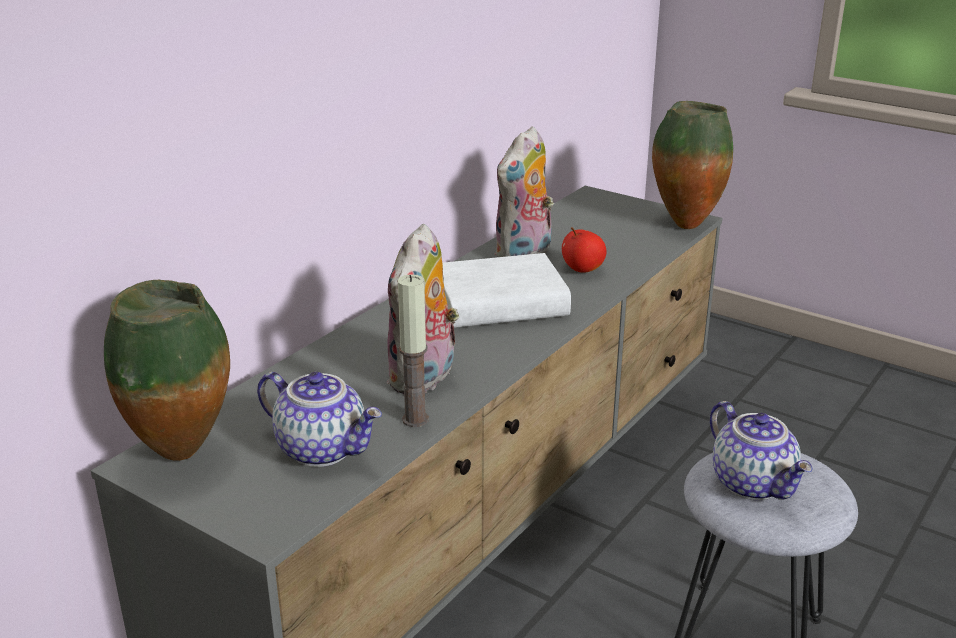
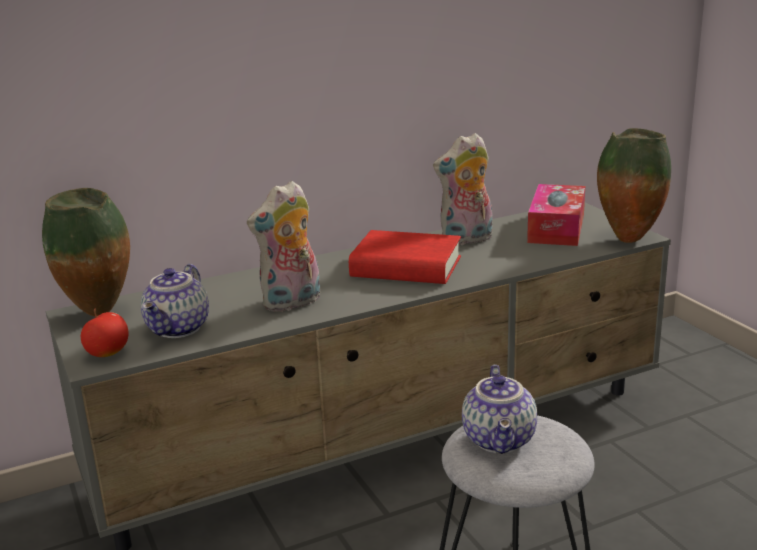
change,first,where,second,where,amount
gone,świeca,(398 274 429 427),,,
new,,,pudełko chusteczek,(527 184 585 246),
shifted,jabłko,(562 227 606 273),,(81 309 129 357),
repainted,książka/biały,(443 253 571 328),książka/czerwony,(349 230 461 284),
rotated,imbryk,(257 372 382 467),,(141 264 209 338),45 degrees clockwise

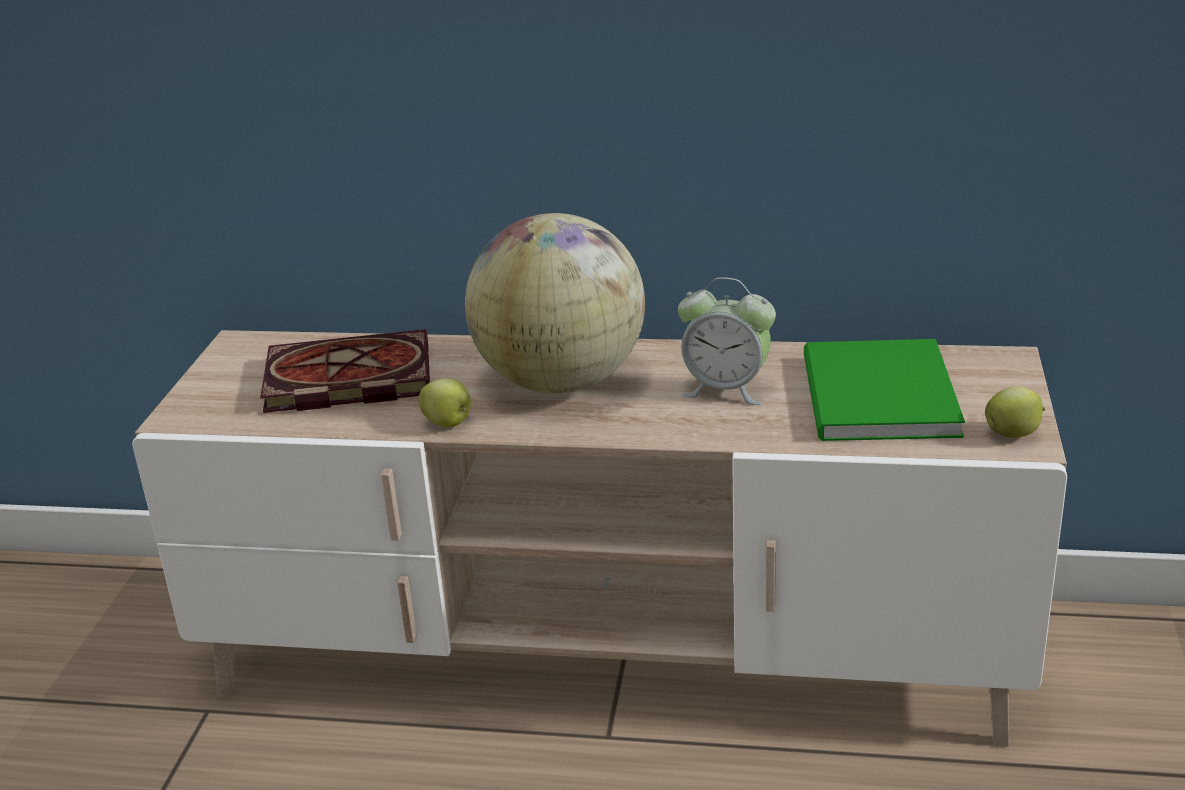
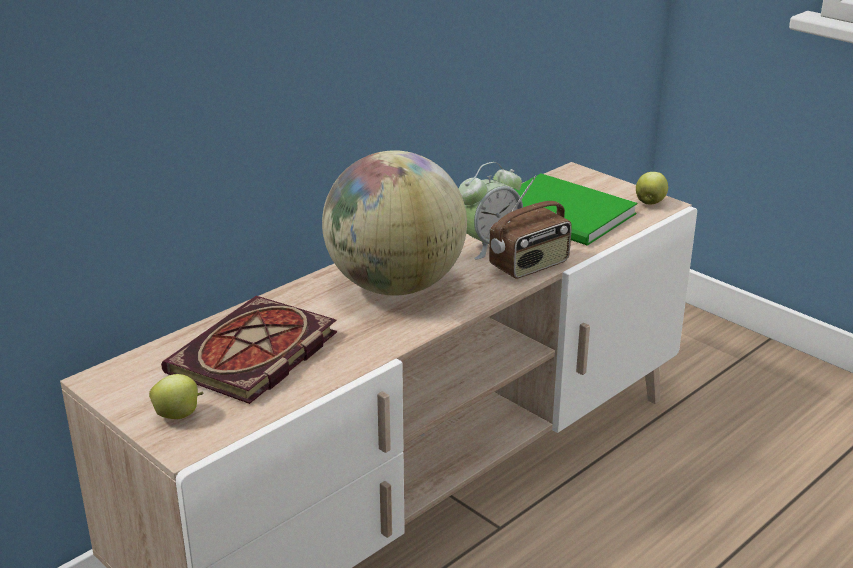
change,first,where,second,where,amount
new,,,radio,(489 175 572 279),
shifted,jabłko,(418 378 471 427),,(149 374 203 419),

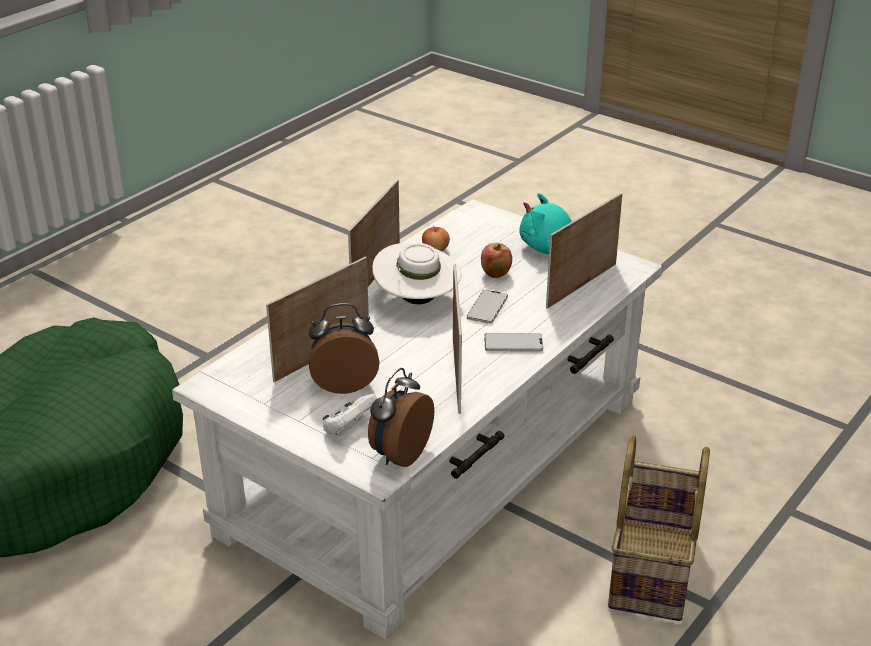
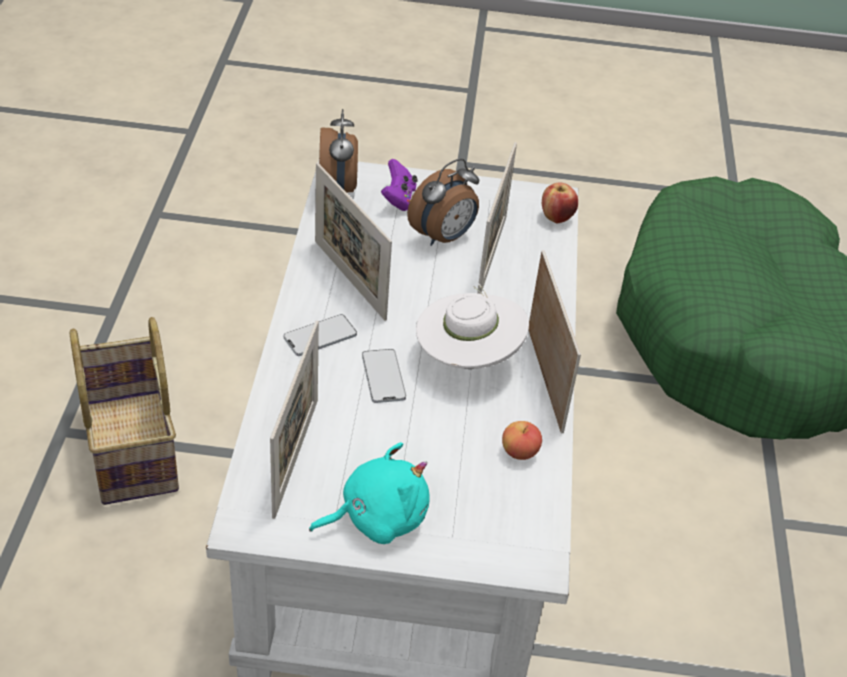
change,first,where,second,where,amount
shifted,jabłko,(481 243 512 278),,(542 182 578 223),
repainted,pad do gier/biały,(323 394 377 435),pad do gier/fioletowy,(381 159 418 211),

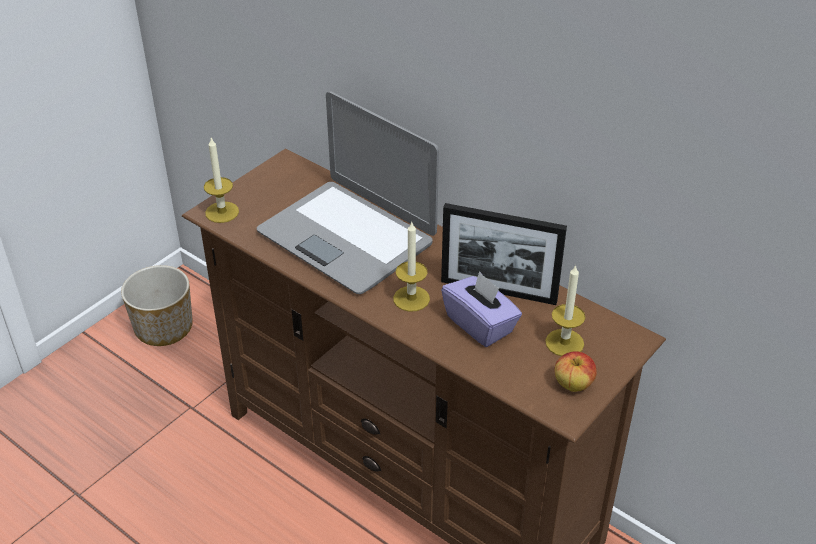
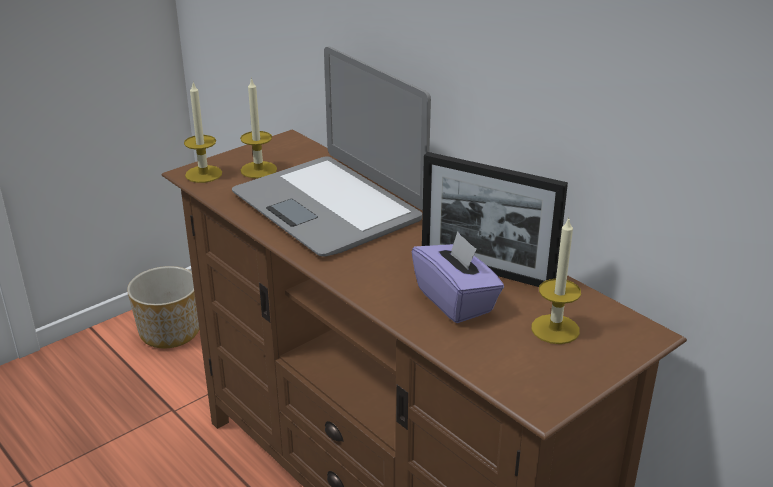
change,first,where,second,where,amount
gone,jabłko,(555 351 597 392),,,
shifted,świeca,(393 222 430 312),,(240 77 277 178),

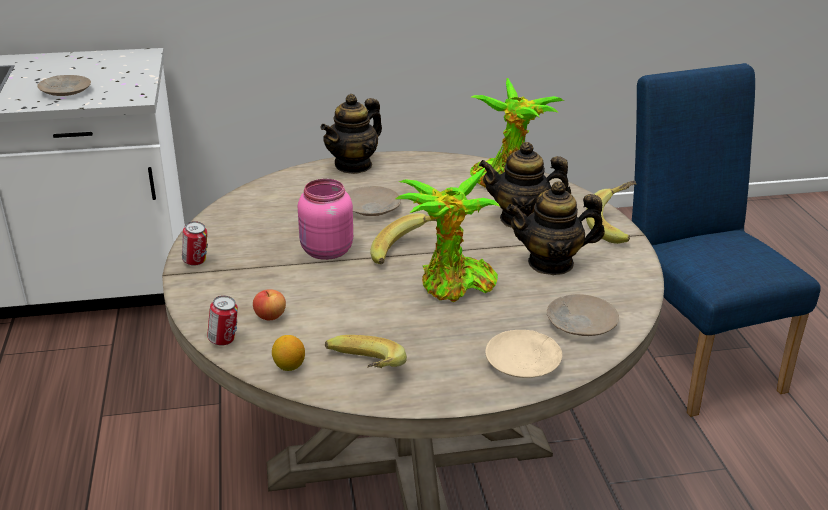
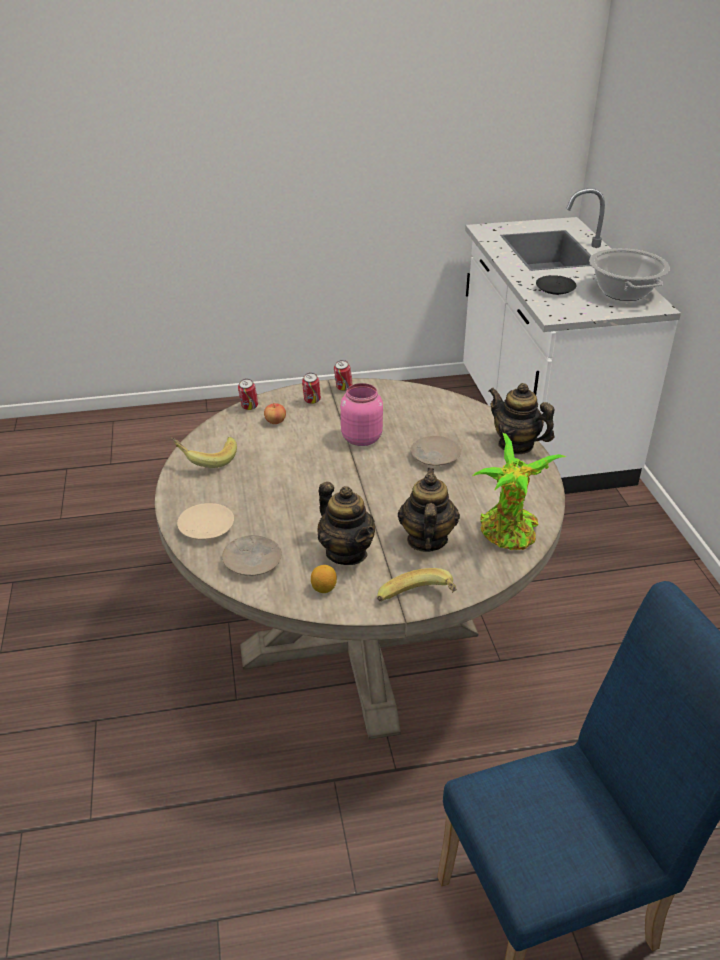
change,first,where,second,where,amount
gone,banan,(371 213 437 264),,,
gone,roślina doniczkowa,(395 168 500 302),,,
new,,,puszka,(302 373 321 404),
new,,,garnek,(589 248 670 301),
shifted,cytryna,(272 335 305 371),,(311 565 337 593),
repainted,talerz/beżowy,(37 75 91 96),talerz/czarny,(536 275 577 295),
rotated,imbryk,(506 181 605 275),,(317 482 375 565),150 degrees clockwise

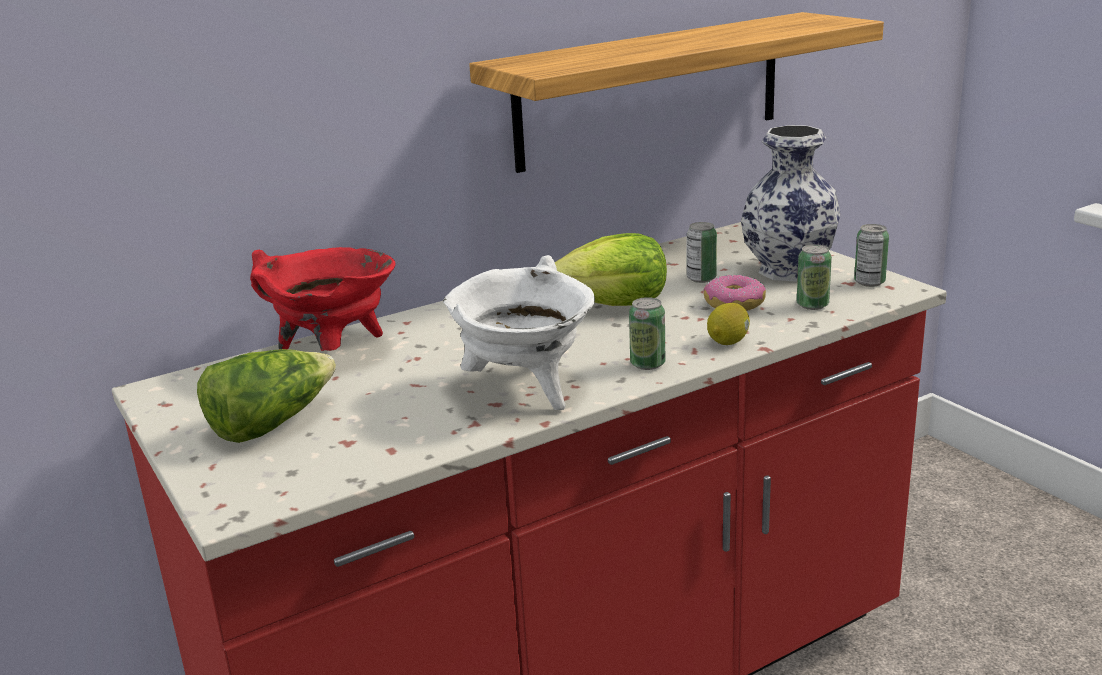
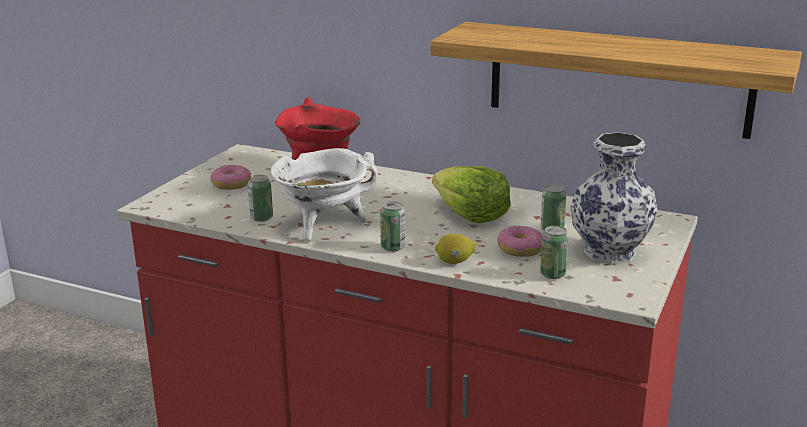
change,first,where,second,where,amount
shifted,puszka,(854 224 889 287),,(248 175 273 222),
swapped,sałata,(197 349 336 443),donut,(210 165 251 190),

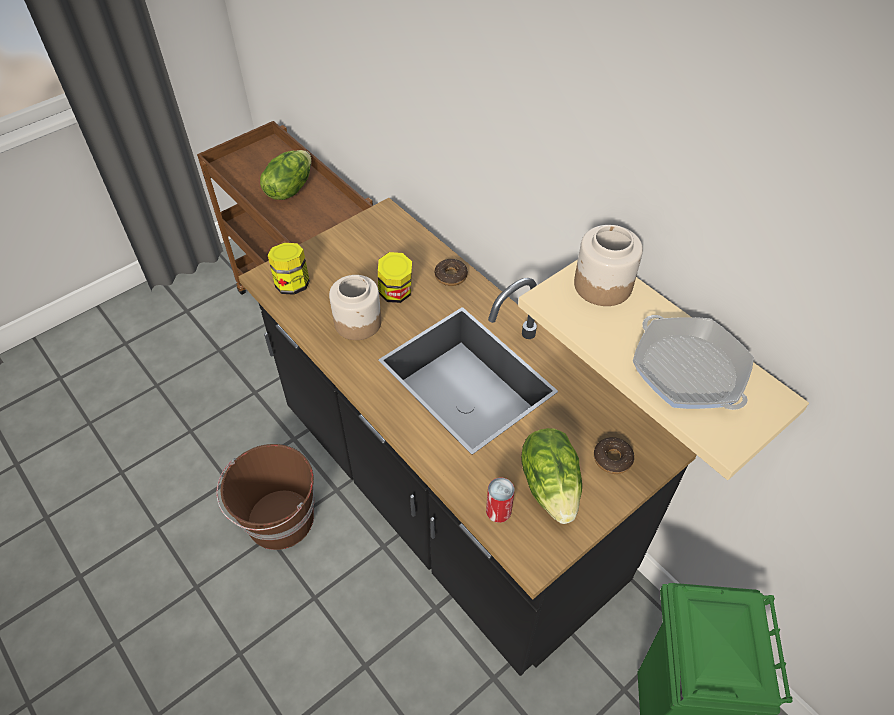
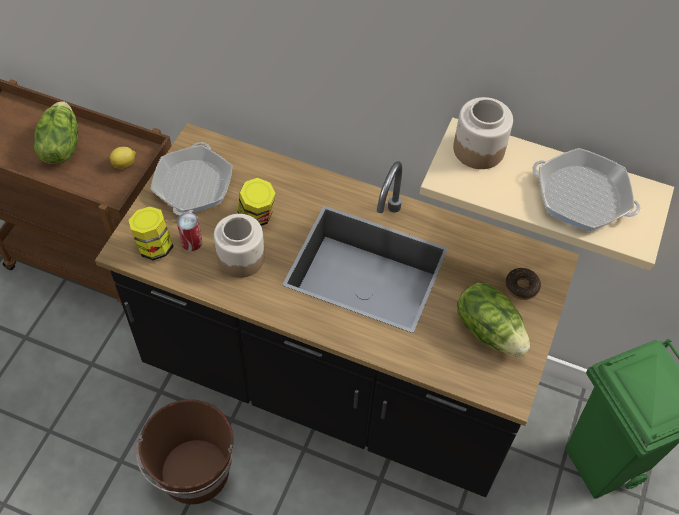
change,first,where,second,where,amount
gone,donut,(435 259 468 286),,,
new,,,cytryna,(110 147 136 169),
new,,,patelnia,(151 142 232 215),
shifted,puszka,(486 478 514 523),,(177 212 202 251),

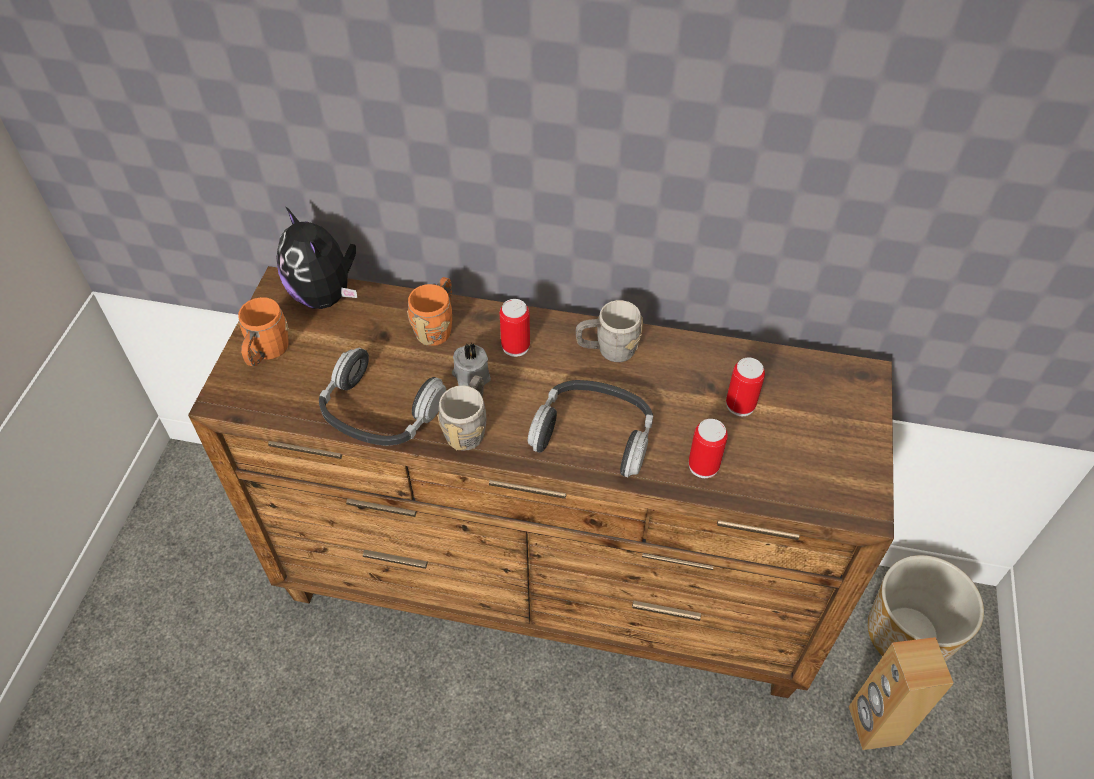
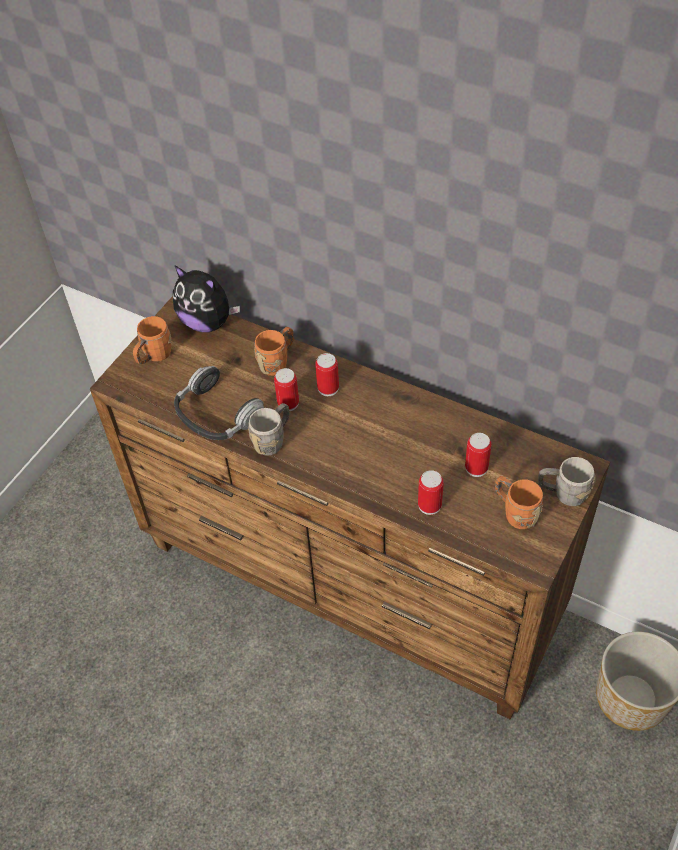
change,first,where,second,where,amount
gone,słuchawki,(528 380 653 478),,,
gone,głośnik/brązowy,(849 637 954 750),,,
new,,,kubek/pomarańczowy,(495 476 543 529),
shifted,kubek/szary,(576 300 643 362),,(538 457 596 506),
swapped,świeca/szary,(452 342 491 386),puszka,(274 368 299 411),
rotated,pluszak,(276 206 357 309),,(173 265 240 332),45 degrees counterclockwise

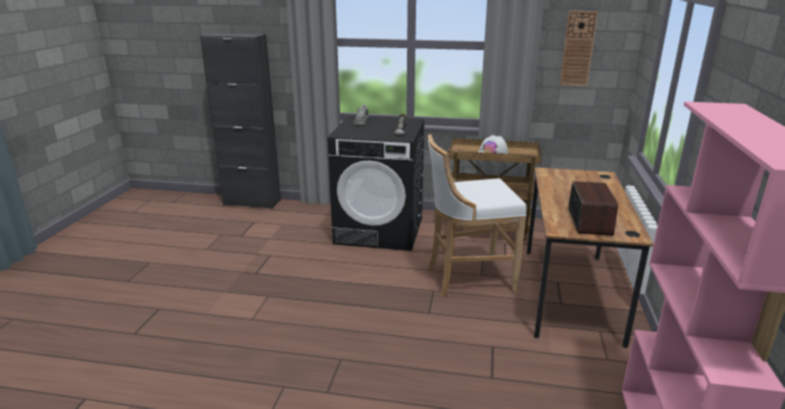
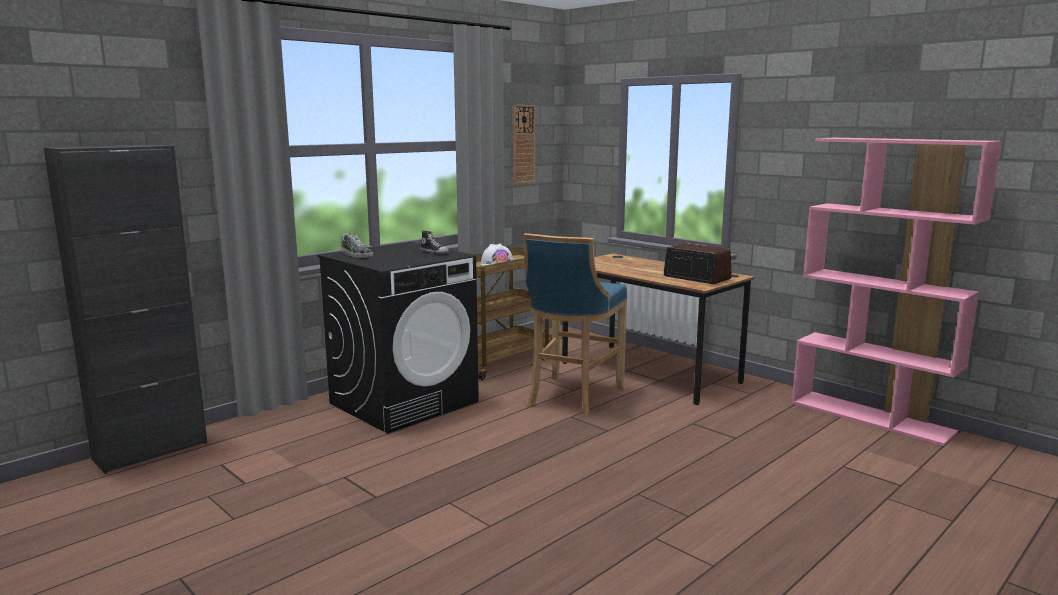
change,first,where,second,where,amount
repainted,stołek/biały,(428 134 527 297),stołek/niebieski,(523 233 627 416),

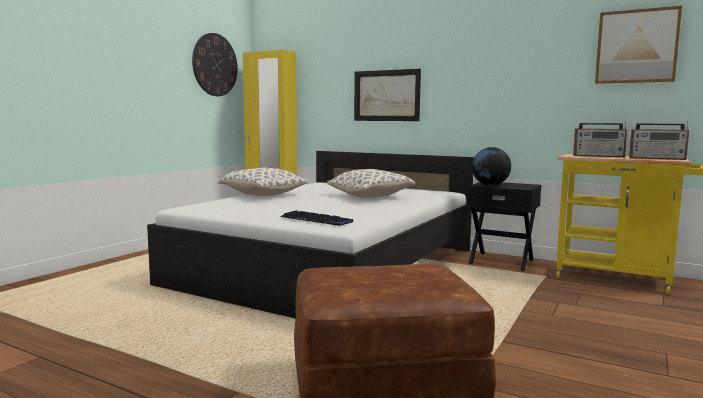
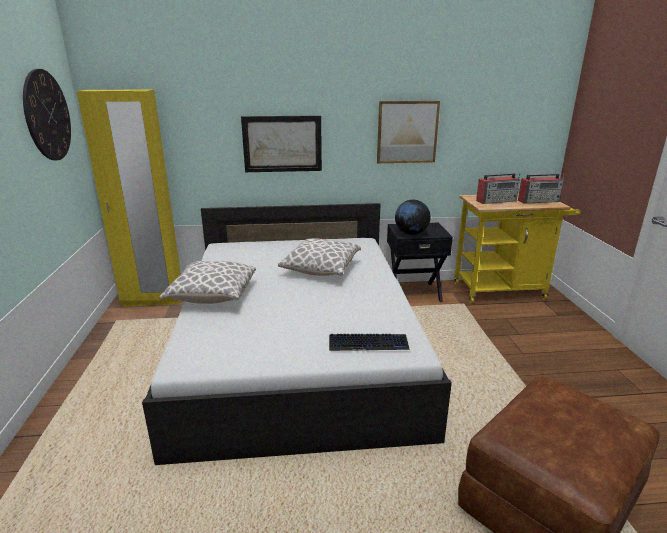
change,first,where,second,where,amount
shifted,obraz,(595 6 682 84),,(377 101 440 163),

